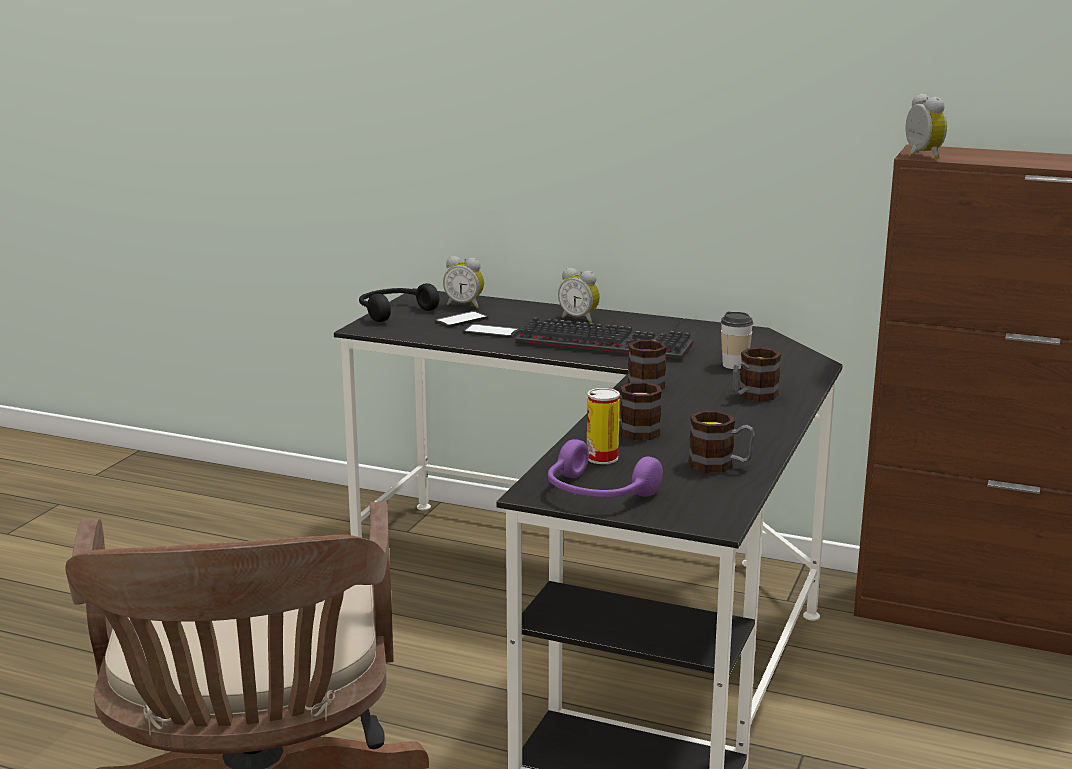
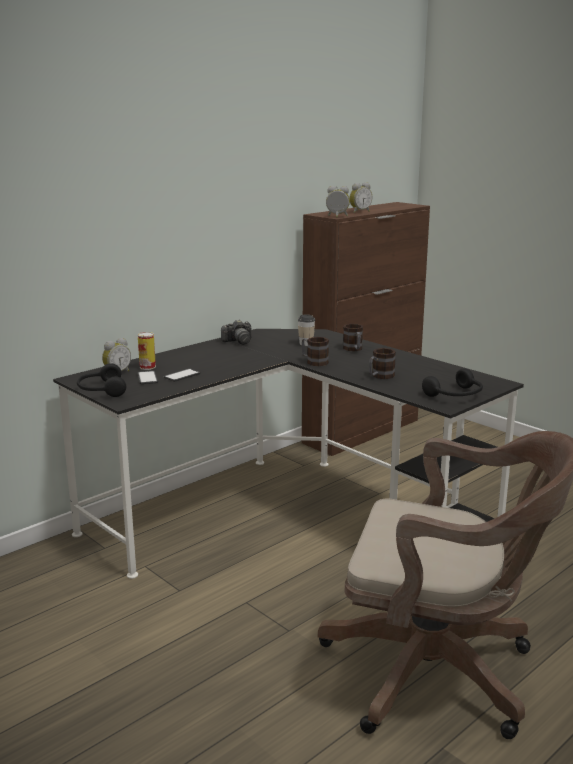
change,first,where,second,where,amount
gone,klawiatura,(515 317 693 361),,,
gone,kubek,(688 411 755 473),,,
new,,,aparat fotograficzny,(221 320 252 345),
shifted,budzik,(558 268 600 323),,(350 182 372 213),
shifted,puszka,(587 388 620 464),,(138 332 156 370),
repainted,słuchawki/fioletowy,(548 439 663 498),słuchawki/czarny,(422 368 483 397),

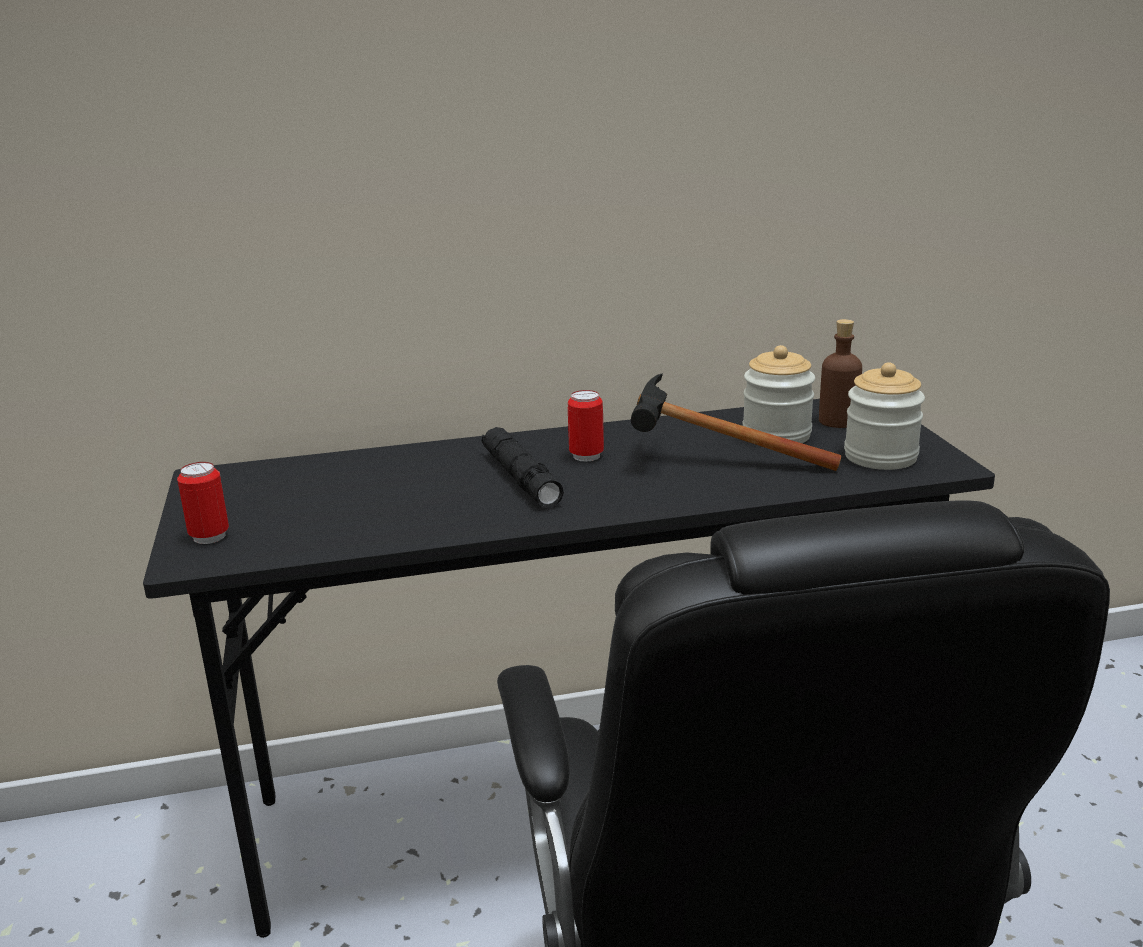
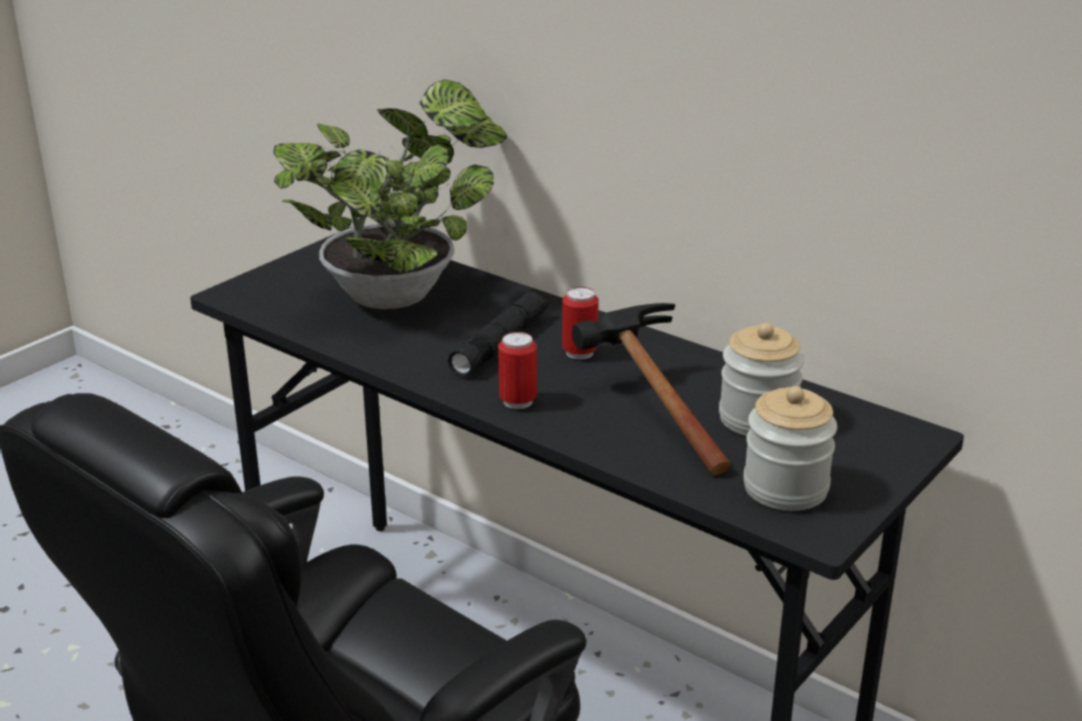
change,first,where,second,where,amount
gone,butelka/brązowy,(819 319 862 428),,,
new,,,roślina doniczkowa,(273 80 508 309),
shifted,puszka,(177 462 229 544),,(498 332 537 409),

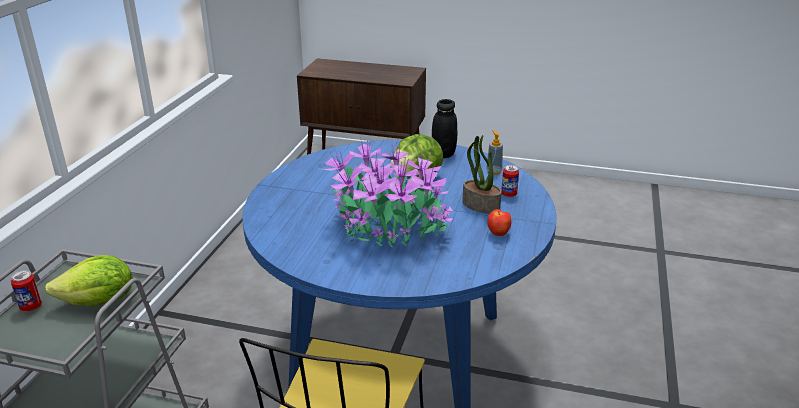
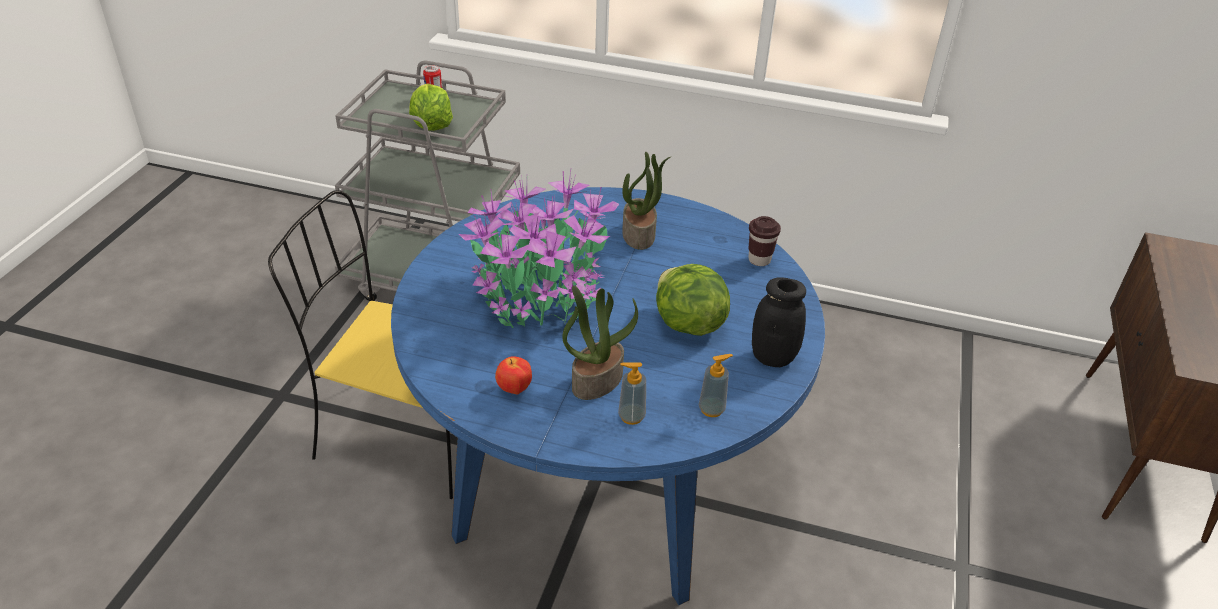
change,first,where,second,where,amount
new,,,roślina doniczkowa,(622 152 672 250),
new,,,filiżanka/brązowy,(748 216 781 266),
swapped,puszka,(501 165 519 197),dozownik mydła,(618 362 646 425),

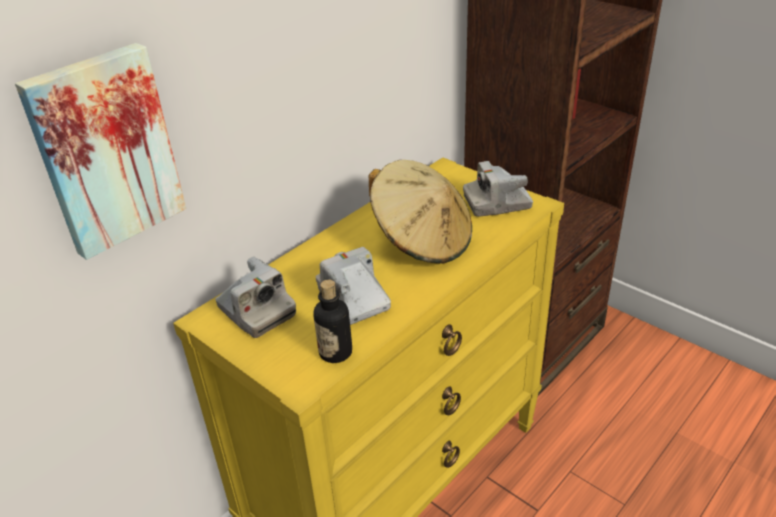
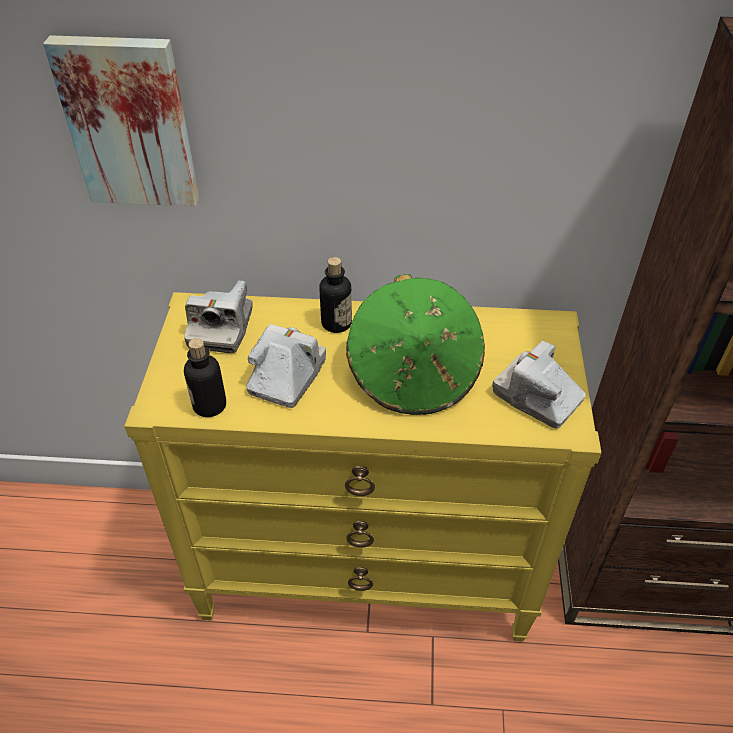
change,first,where,second,where,amount
new,,,butelka,(319 257 352 333),
repainted,kapelusz/beżowy,(369 160 472 264),kapelusz/zielony,(346 274 485 415),

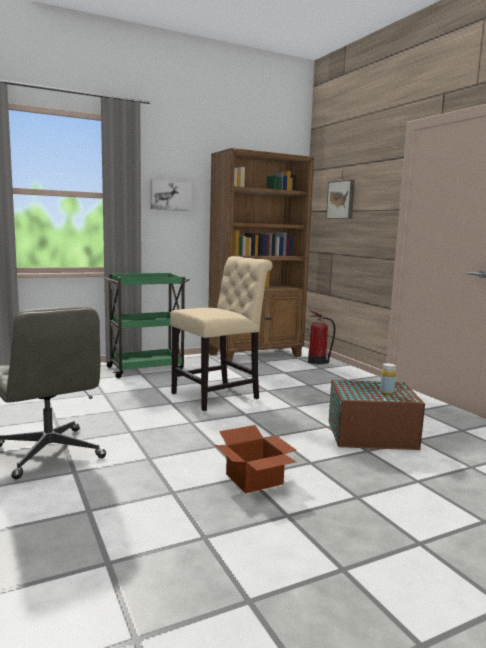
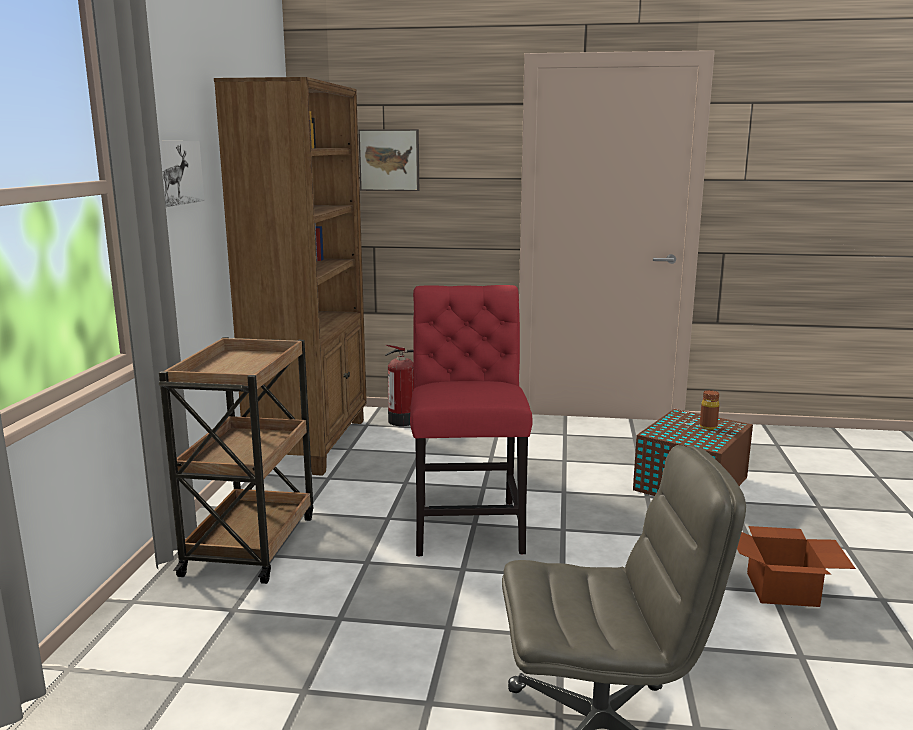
change,first,where,second,where,amount
repainted,wózek/zielony,(103 273 190 378),wózek/brązowy,(159 337 313 584),
repainted,krzesło/beżowy,(170 256 272 411),krzesło/czerwony,(410 285 533 556),
repainted,butelka/żółty,(380 363 396 395),butelka/brązowy,(700 390 719 430),

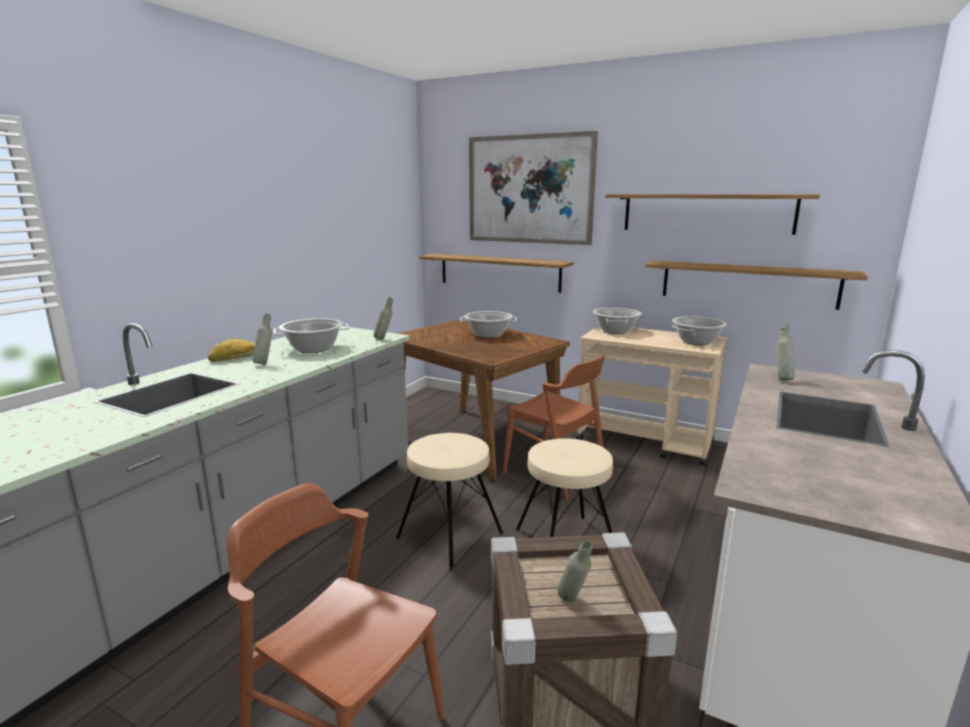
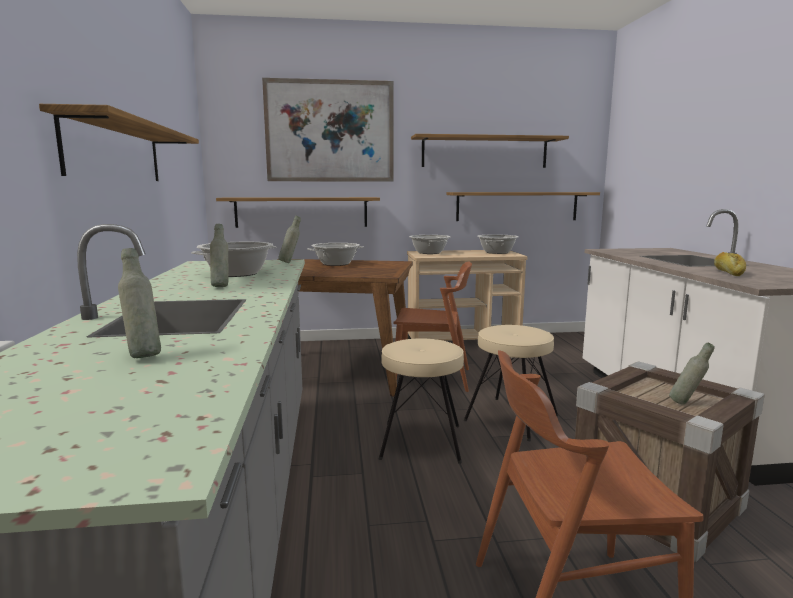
change,first,where,second,where,amount
new,,,półka,(39 104 199 181),
shifted,chleb,(208 338 255 362),,(714 252 746 276),
shifted,butelka/szary,(777 325 795 380),,(118 248 161 358),

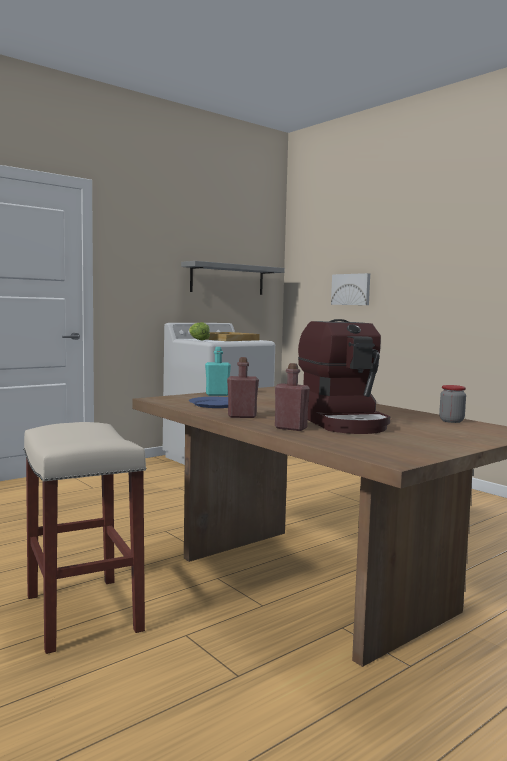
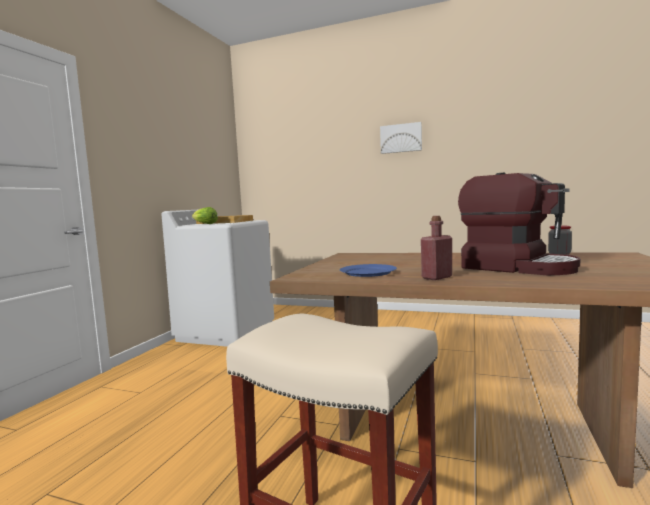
change,first,where,second,where,amount
gone,półka/szary,(181 261 285 295),,,
gone,butelka/turkusowy,(205 347 231 396),,,
gone,butelka/czerwony,(275 363 310 431),,,
shifted,obraz,(331 273 370 305),,(380 122 422 154),

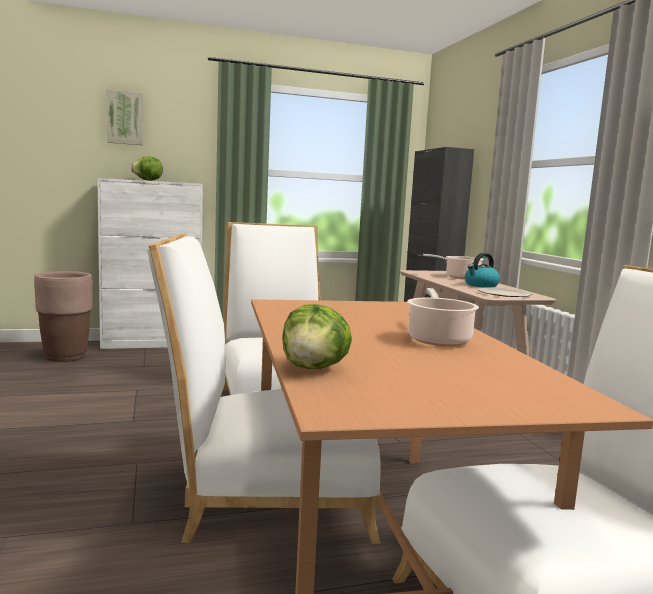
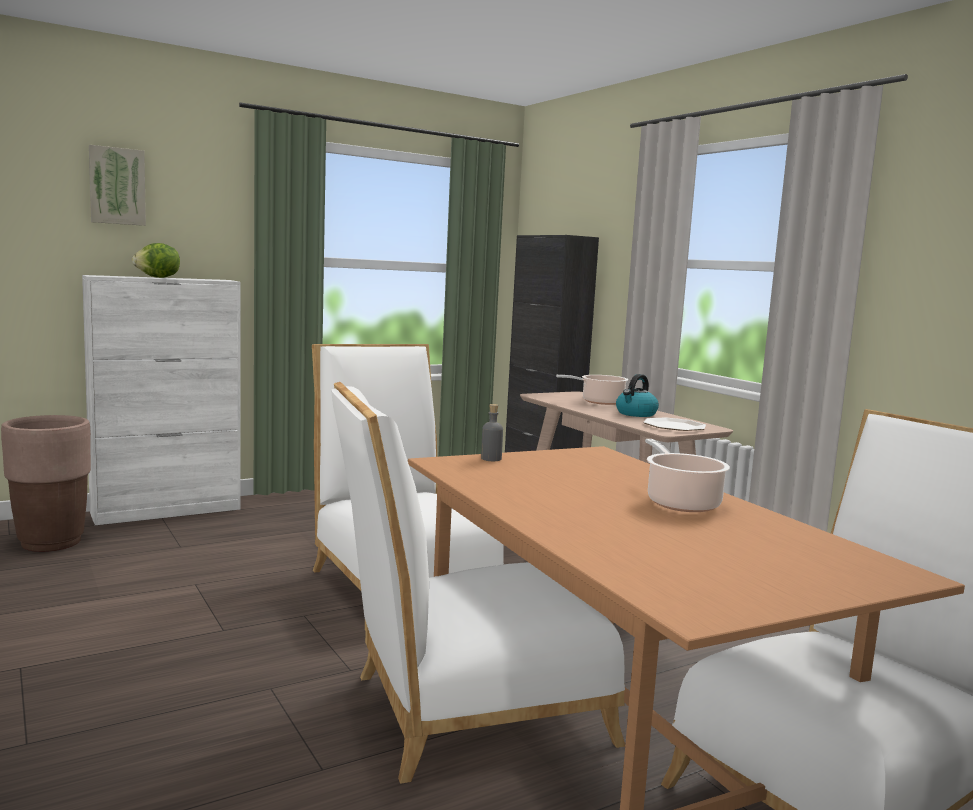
change,first,where,second,where,amount
gone,sałata,(282 304 352 369),,,
new,,,butelka/szary,(481 404 503 461),

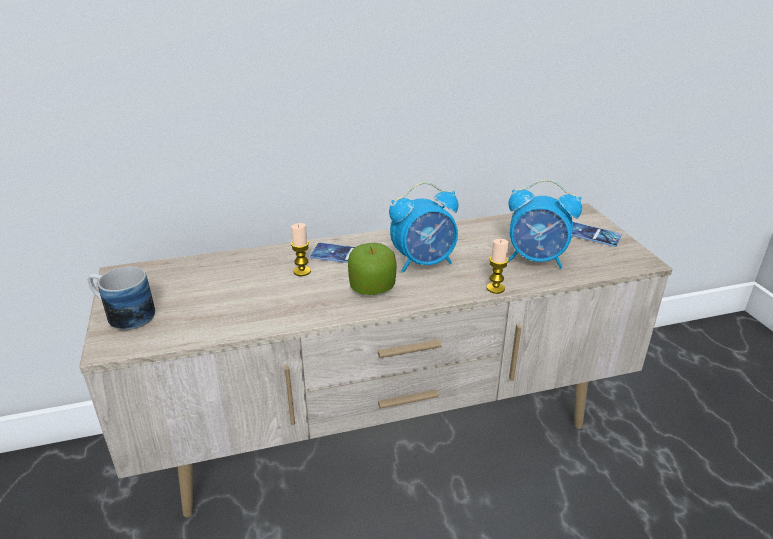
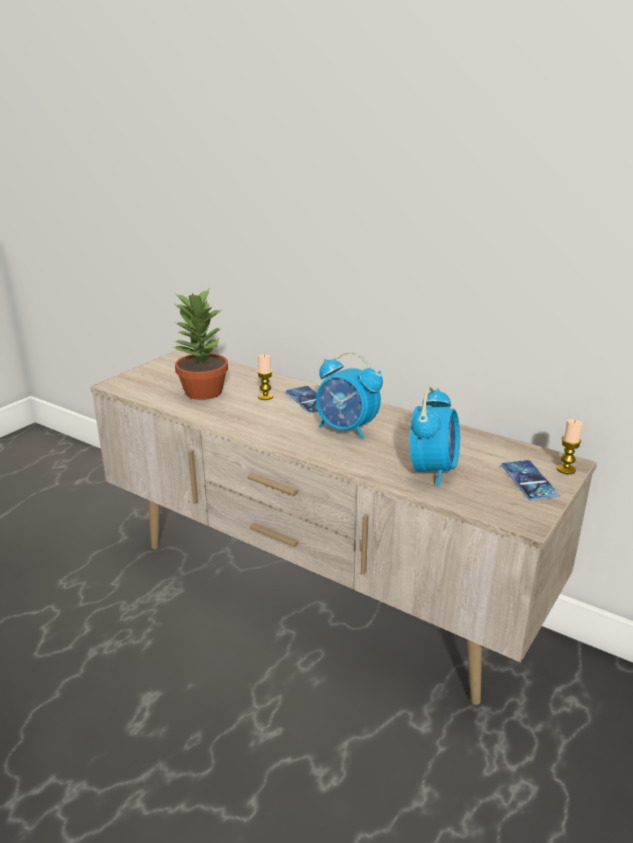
change,first,where,second,where,amount
gone,kubek,(88 266 155 330),,,
gone,jabłko,(348 243 397 295),,,
new,,,roślina doniczkowa,(171 287 228 400),
shifted,świeca,(487 239 509 294),,(557 419 583 474),
rotated,budzik,(508 179 582 268),,(410 387 460 487),135 degrees counterclockwise

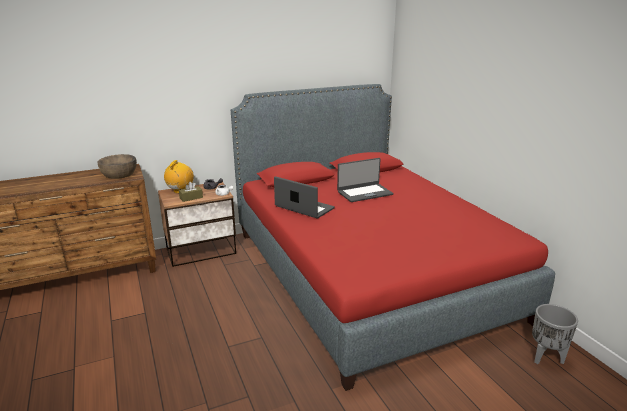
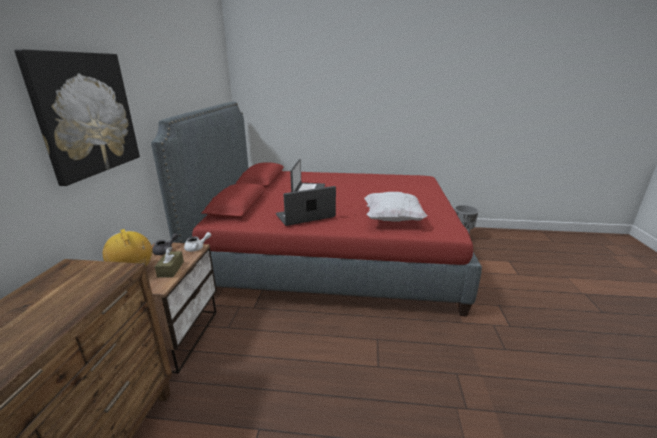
change,first,where,second,where,amount
gone,miska/brązowy,(98 154 137 179),,,
new,,,obraz,(14 49 140 186),
new,,,poduszka/biały,(364 192 427 221),

